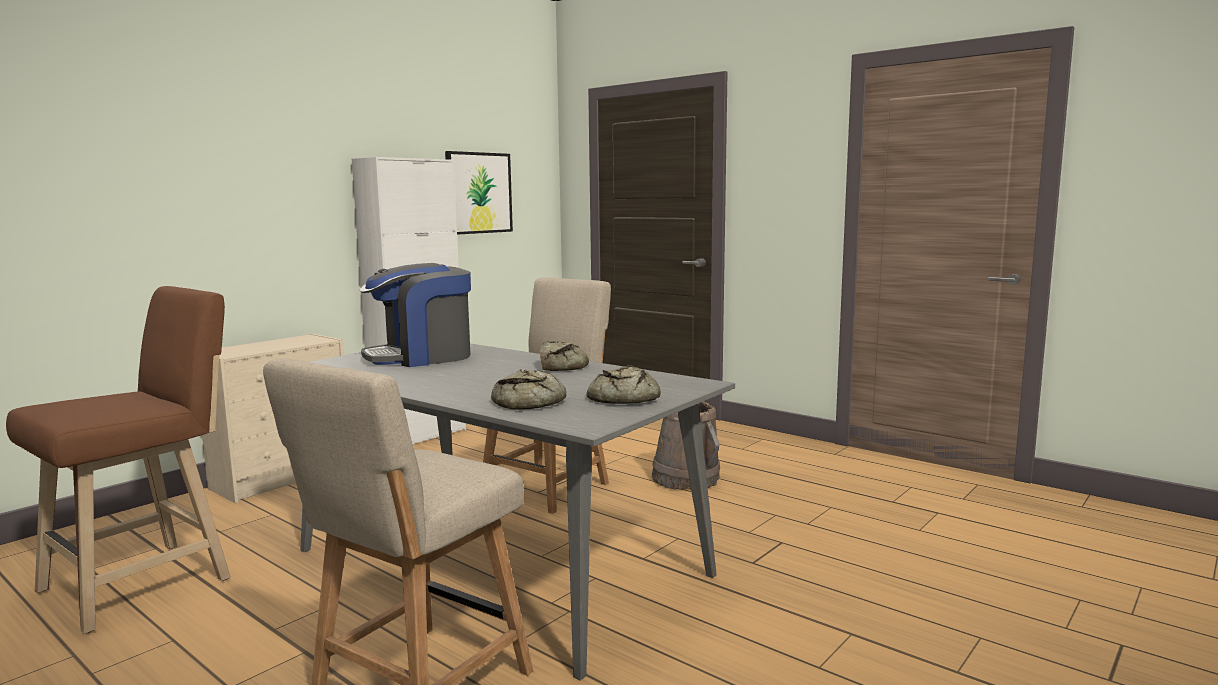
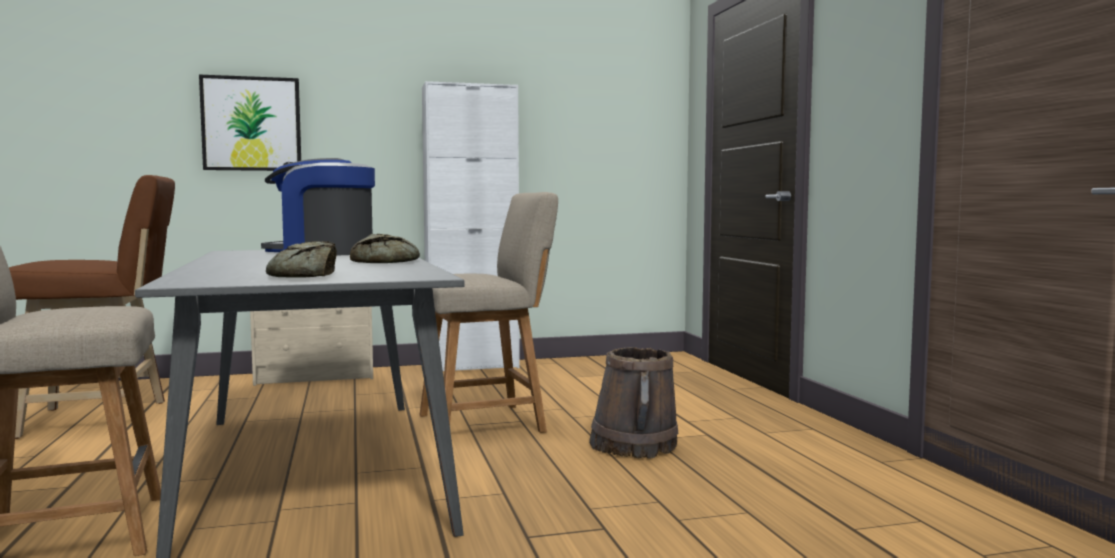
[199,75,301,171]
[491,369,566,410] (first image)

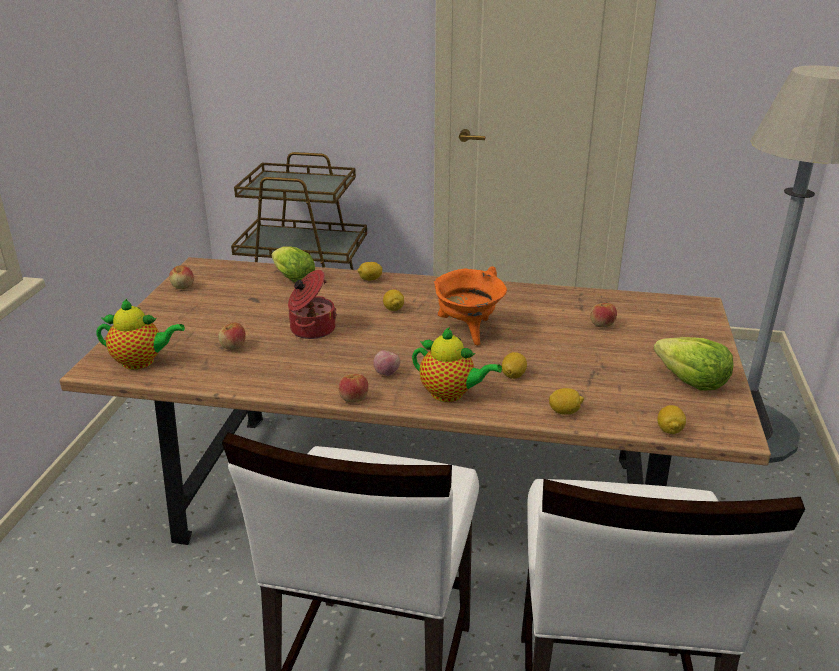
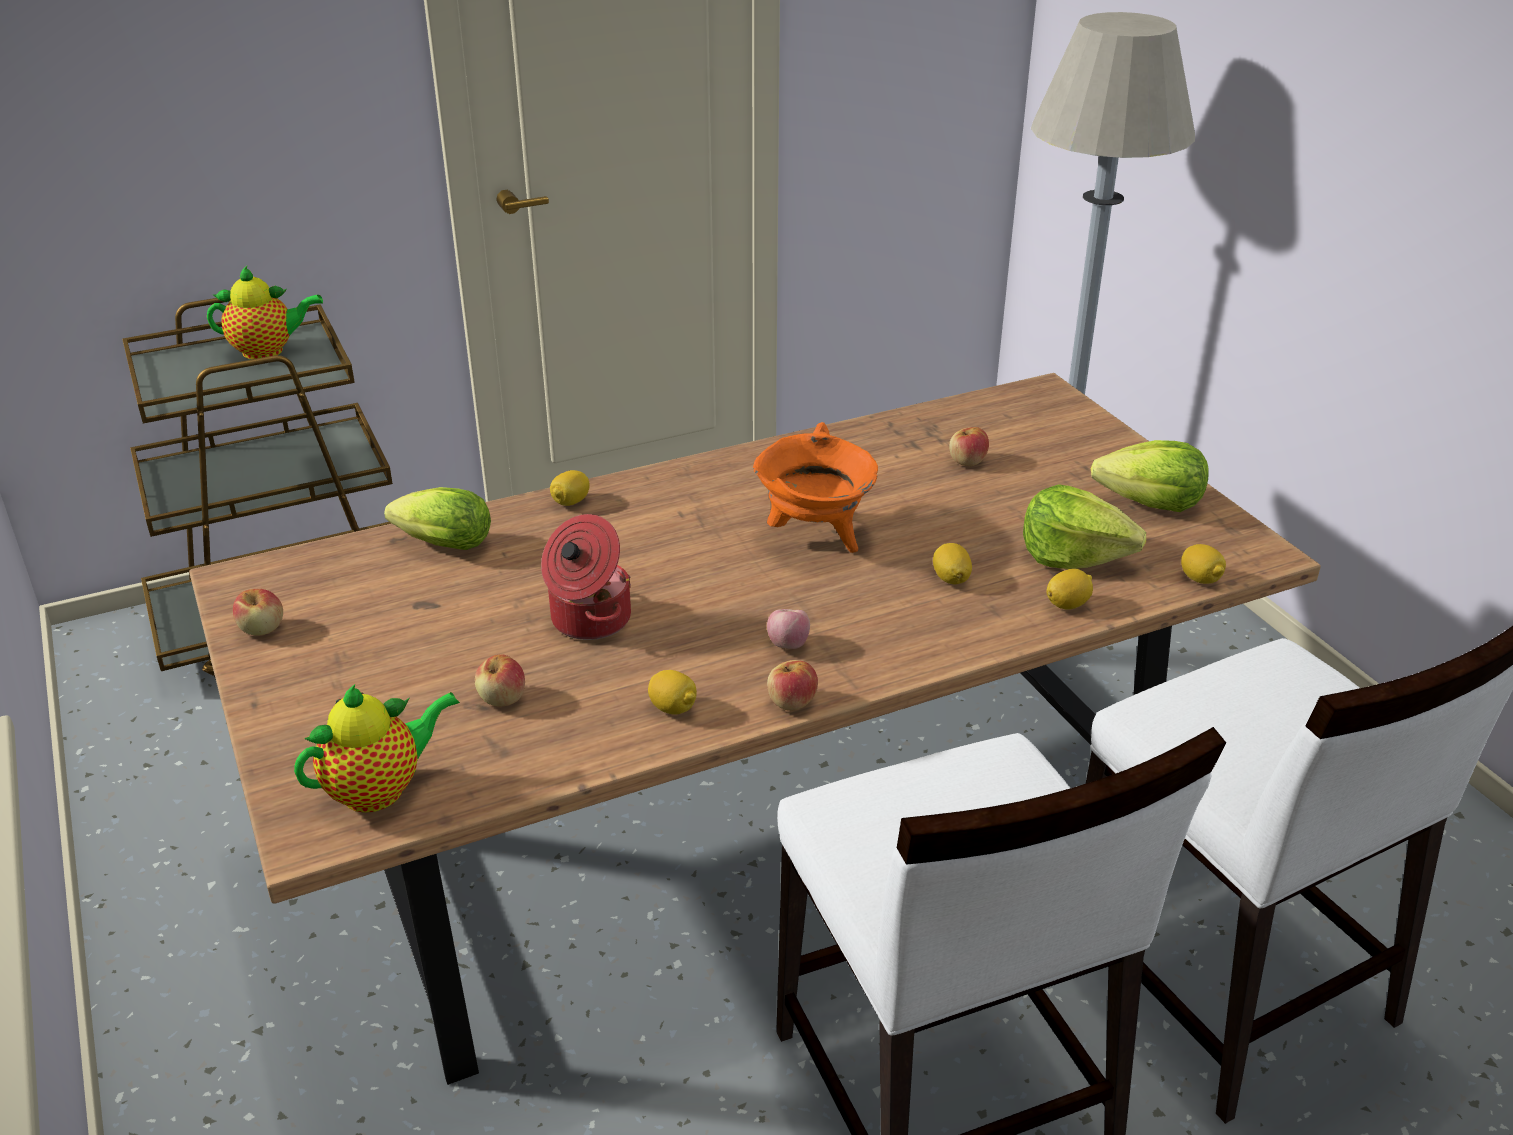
[207,266,323,359]
[648,670,697,714]
[1023,485,1146,569]

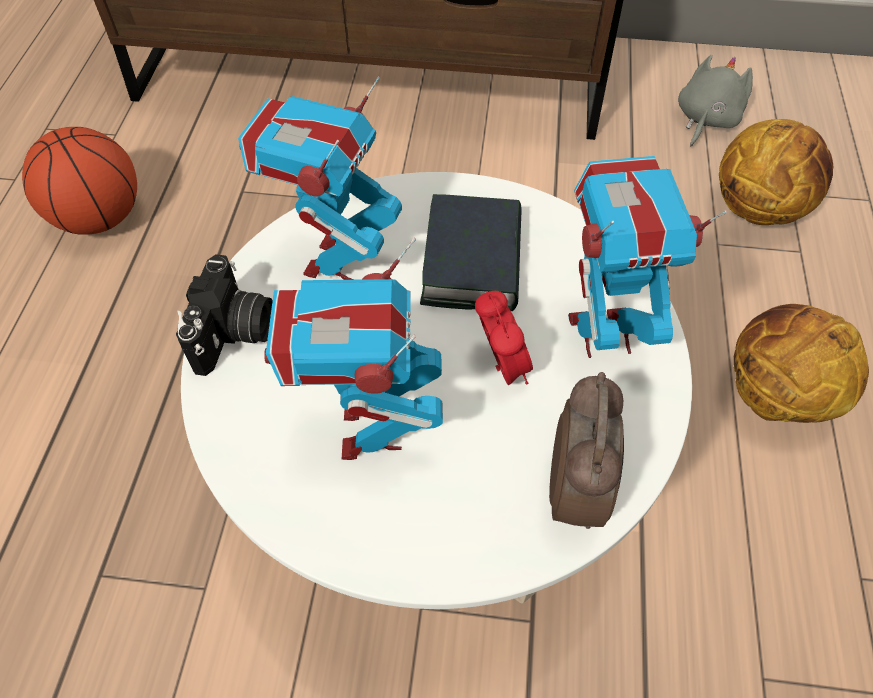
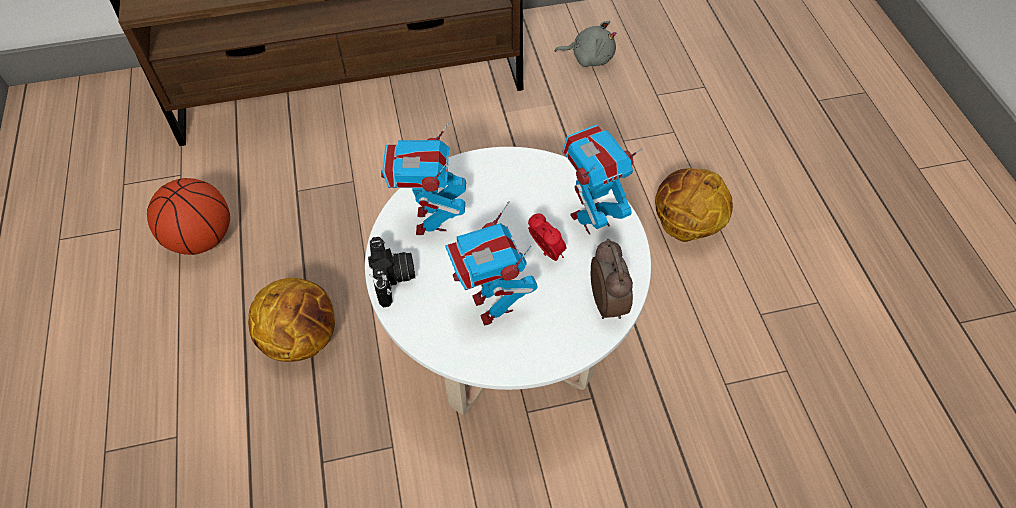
[248,278,335,362]
[555,21,617,67]
[420,194,522,311] (first image)

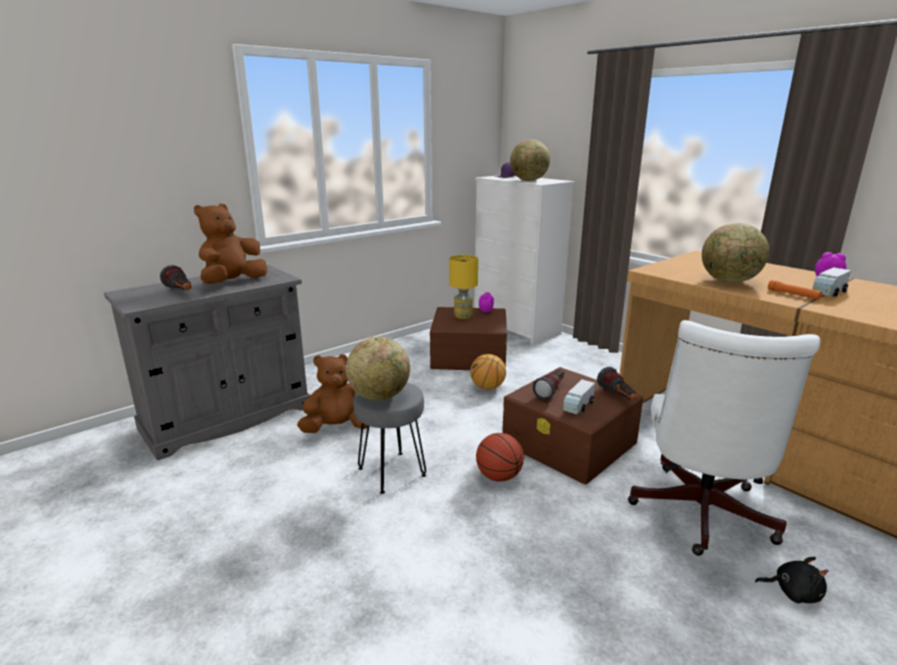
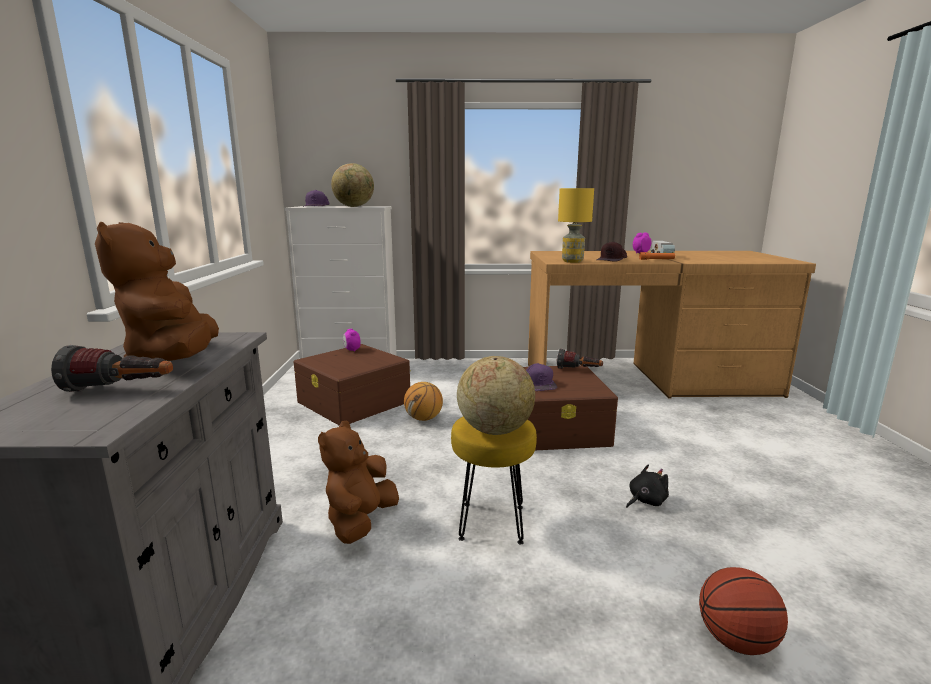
[451,417,537,545]
[526,363,557,391]
[558,188,594,263]
[597,241,627,262]
[626,465,669,508]
[699,567,788,655]
[563,379,595,414] (first image)
[628,320,820,556] (first image)

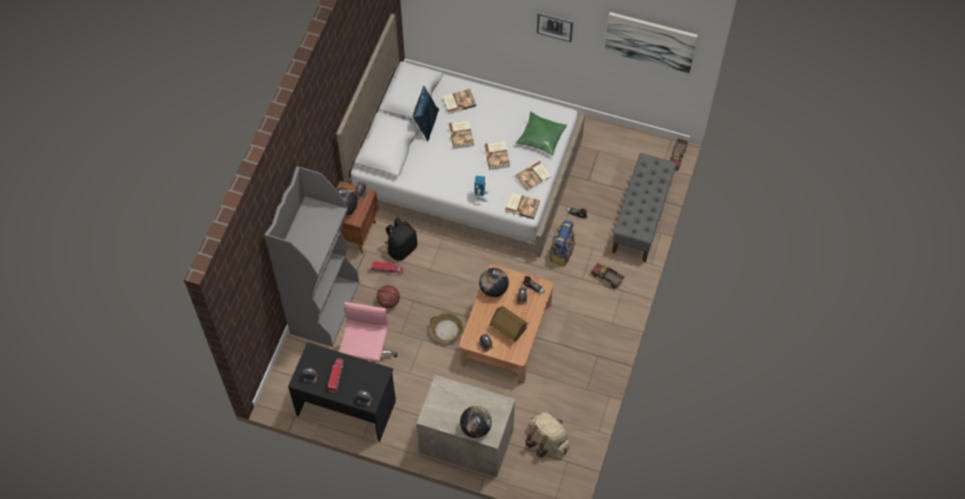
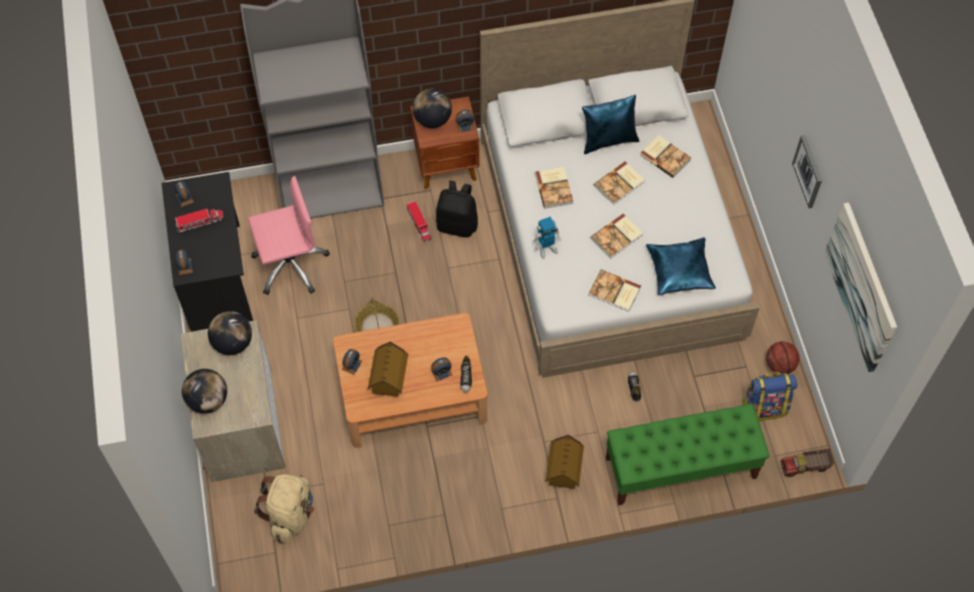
[208,311,252,355]
[535,167,573,209]
[545,435,584,489]
[606,404,770,506]
[646,238,716,295]
[742,372,797,421]
[766,341,800,374]

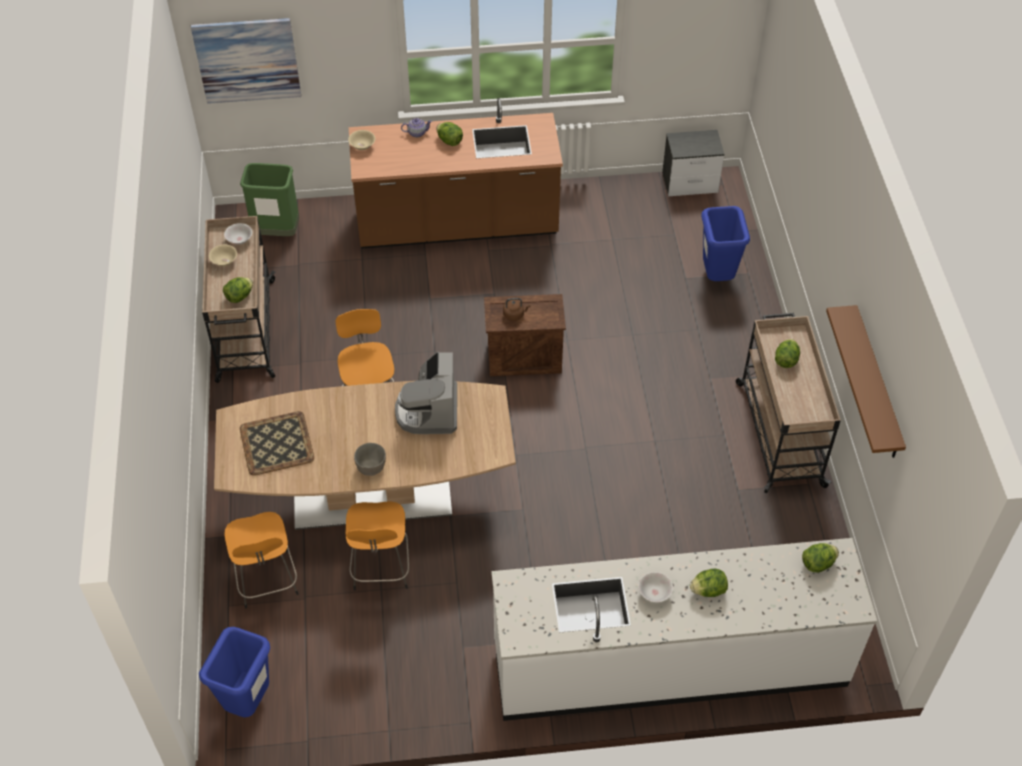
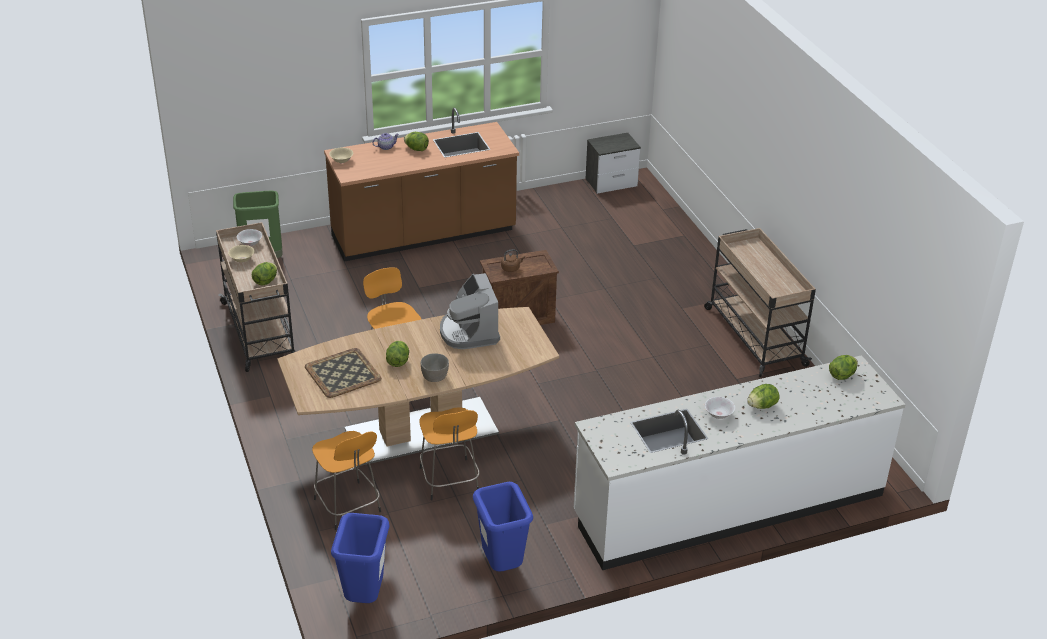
[386,341,409,367]
[473,482,533,572]
[191,18,301,104] (first image)
[826,305,906,458] (first image)

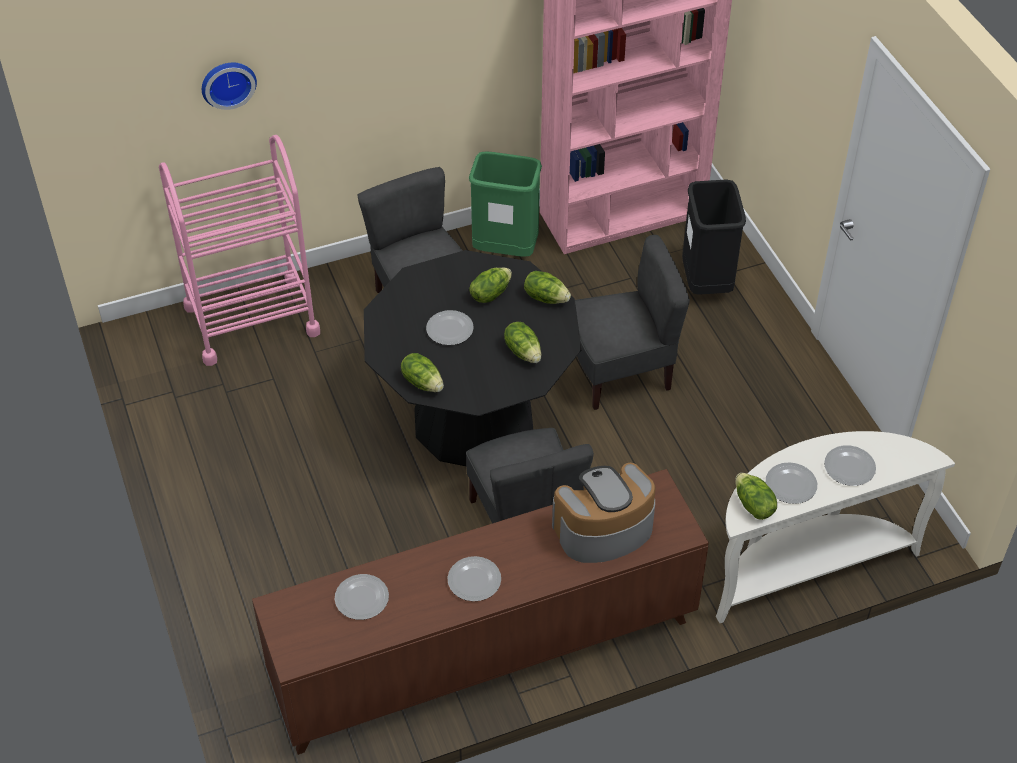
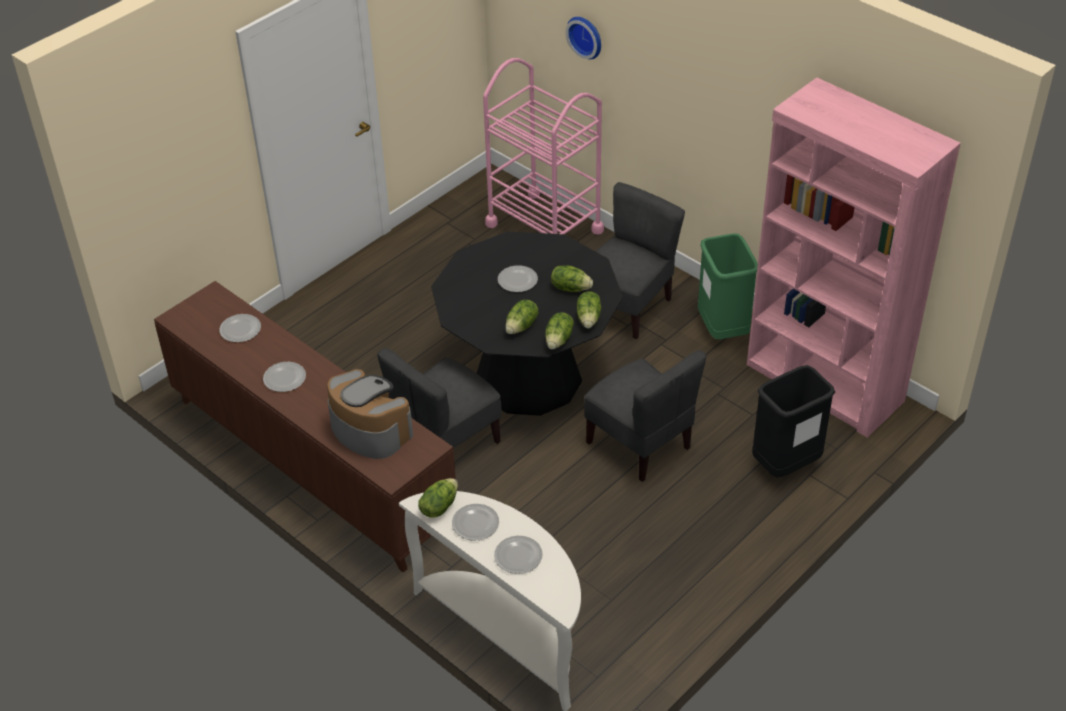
[545,312,574,349]

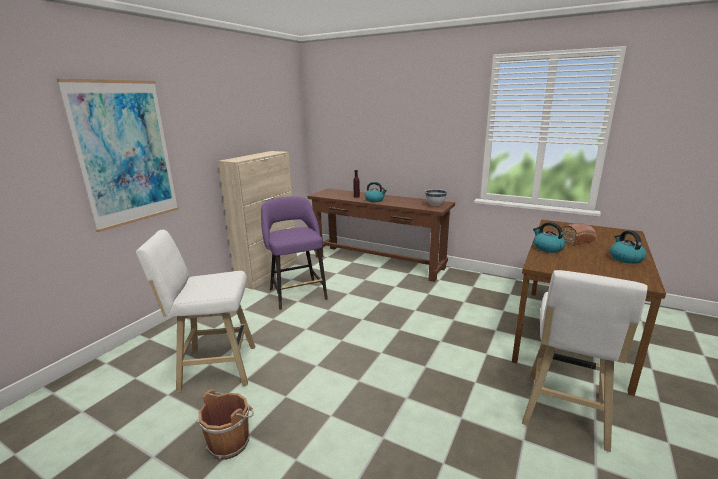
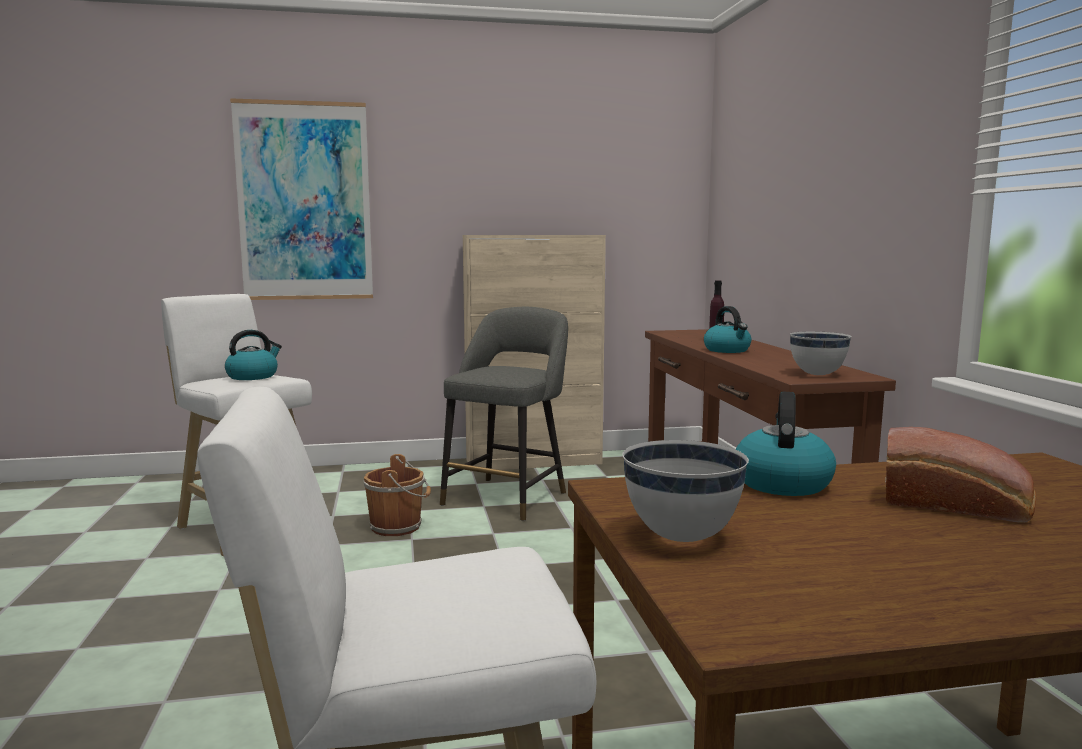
[225,330,282,380]
[364,454,431,536]
[440,307,568,521]
[622,440,749,542]

